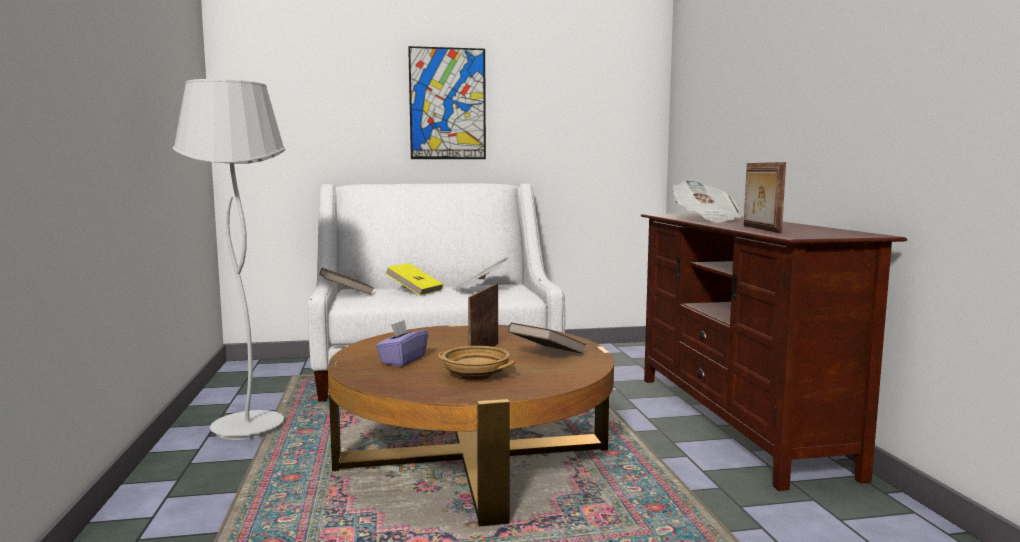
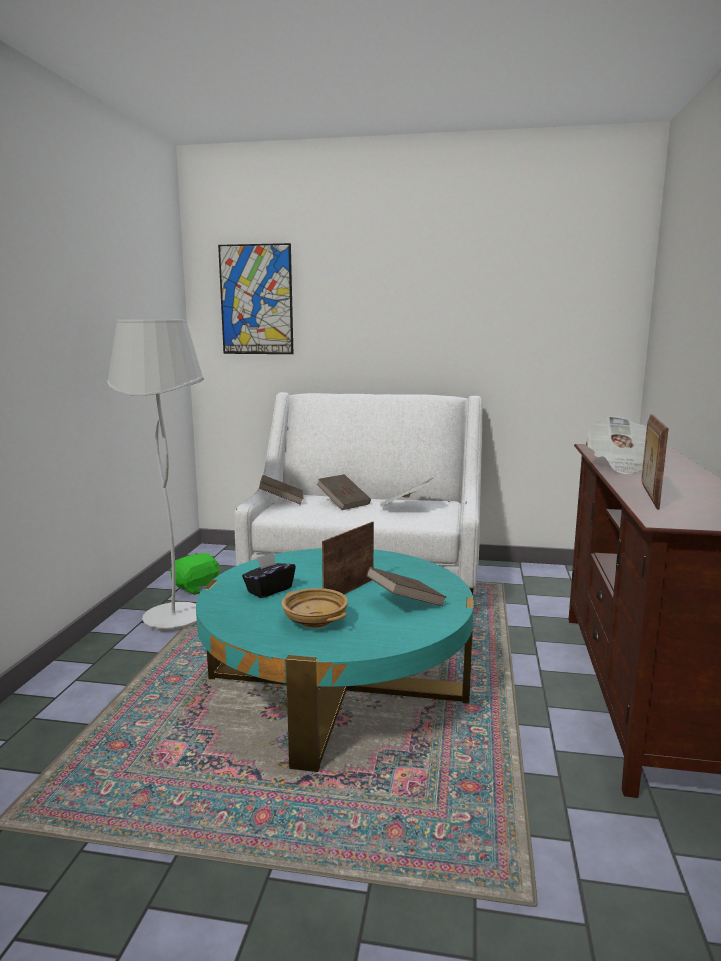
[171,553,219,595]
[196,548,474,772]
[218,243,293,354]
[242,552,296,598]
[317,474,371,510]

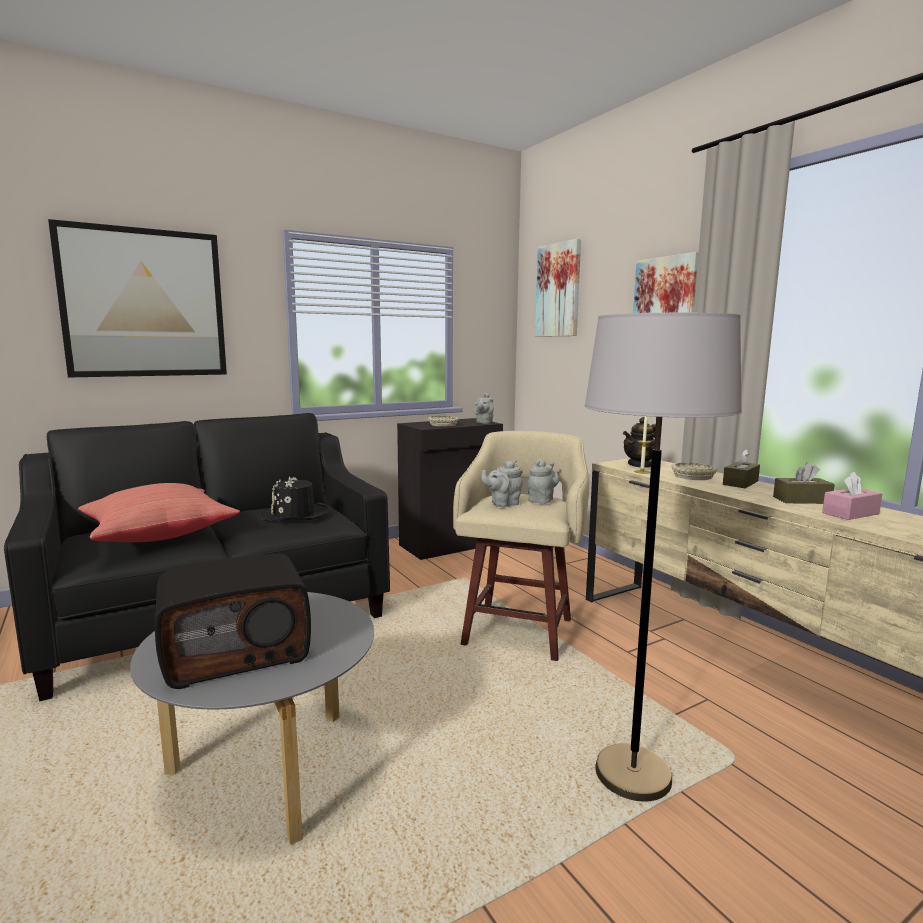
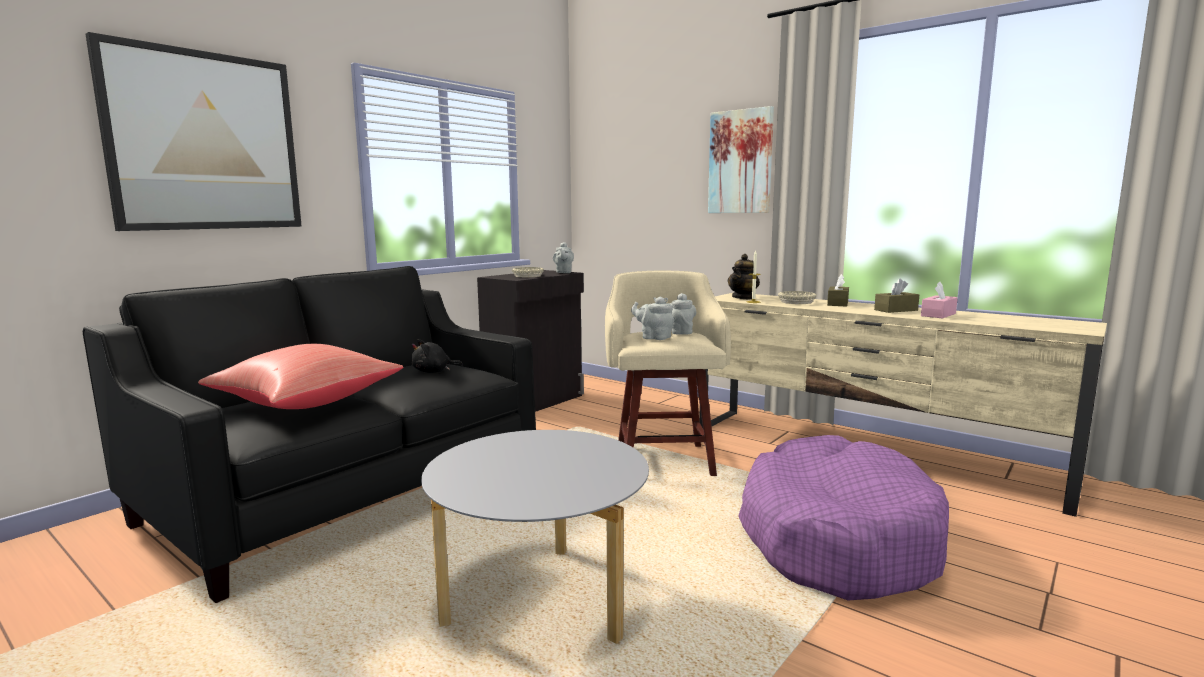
[411,339,463,373]
[631,297,674,340]
[738,435,949,601]
[155,554,311,689] (first image)
[535,239,581,337] (first image)

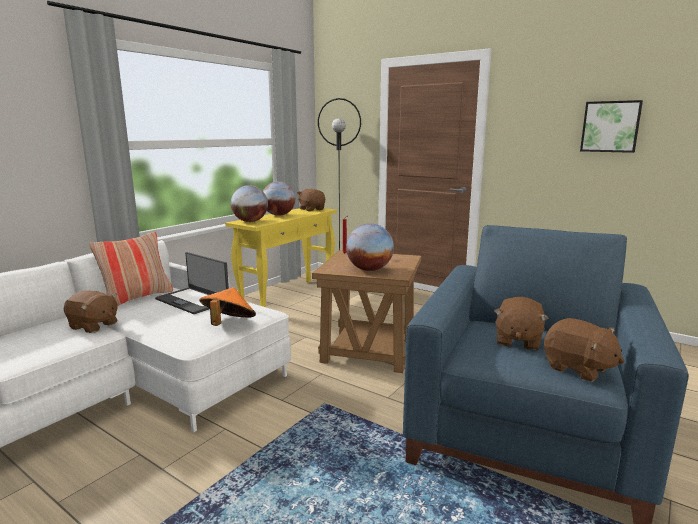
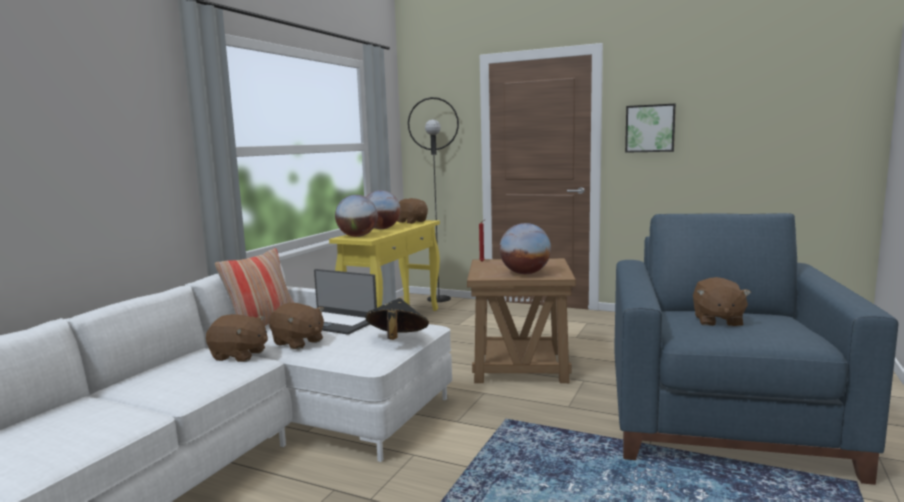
[269,303,324,349]
[365,298,429,340]
[625,104,676,153]

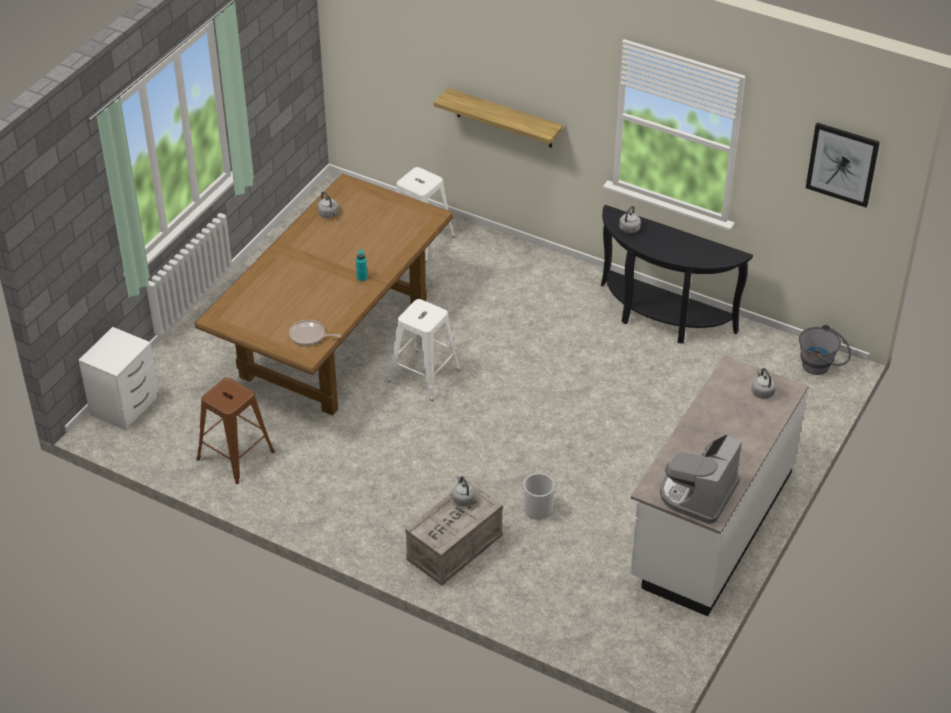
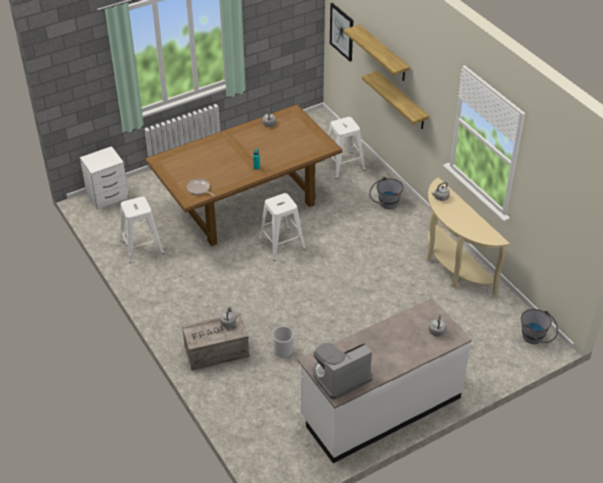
[120,196,164,263]
[330,3,353,61]
[344,24,410,81]
[369,177,404,209]
[426,177,510,296]

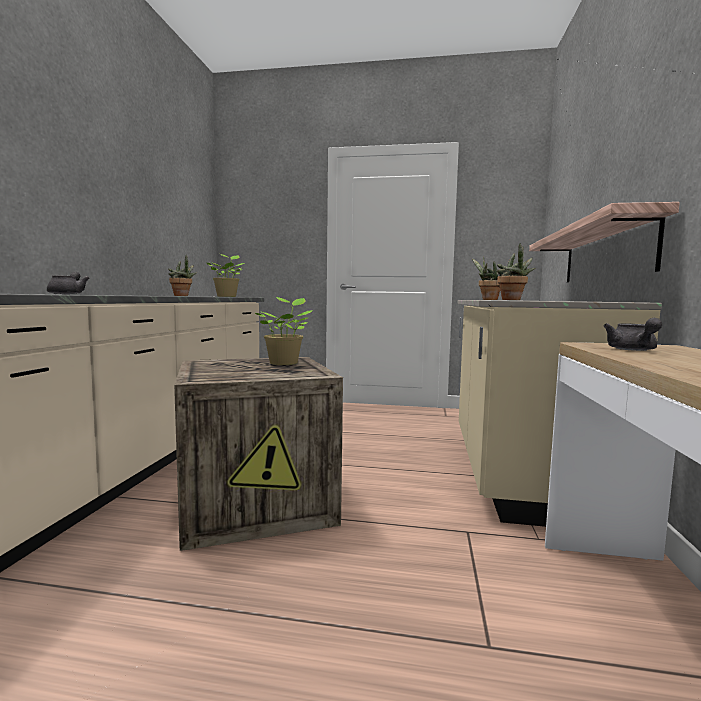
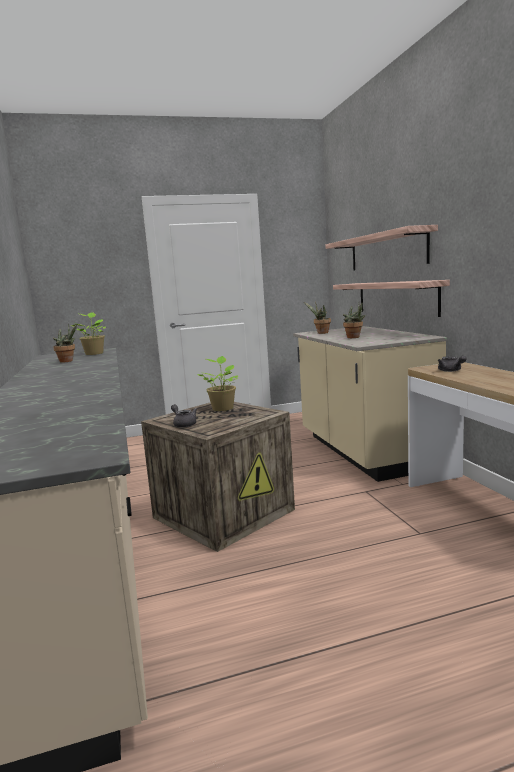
[171,404,197,428]
[325,225,438,271]

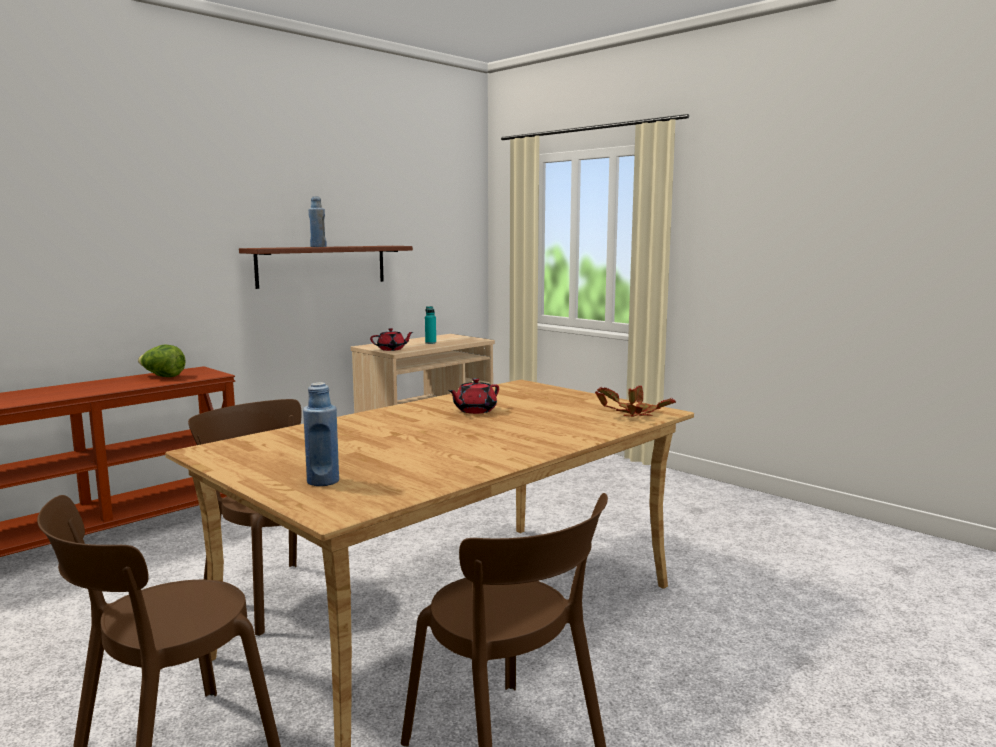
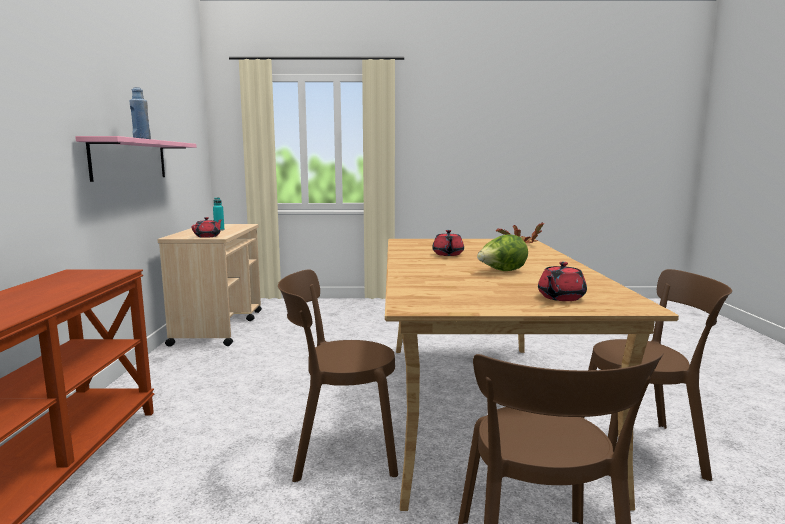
[75,136,197,182]
[477,234,528,271]
[538,262,587,301]

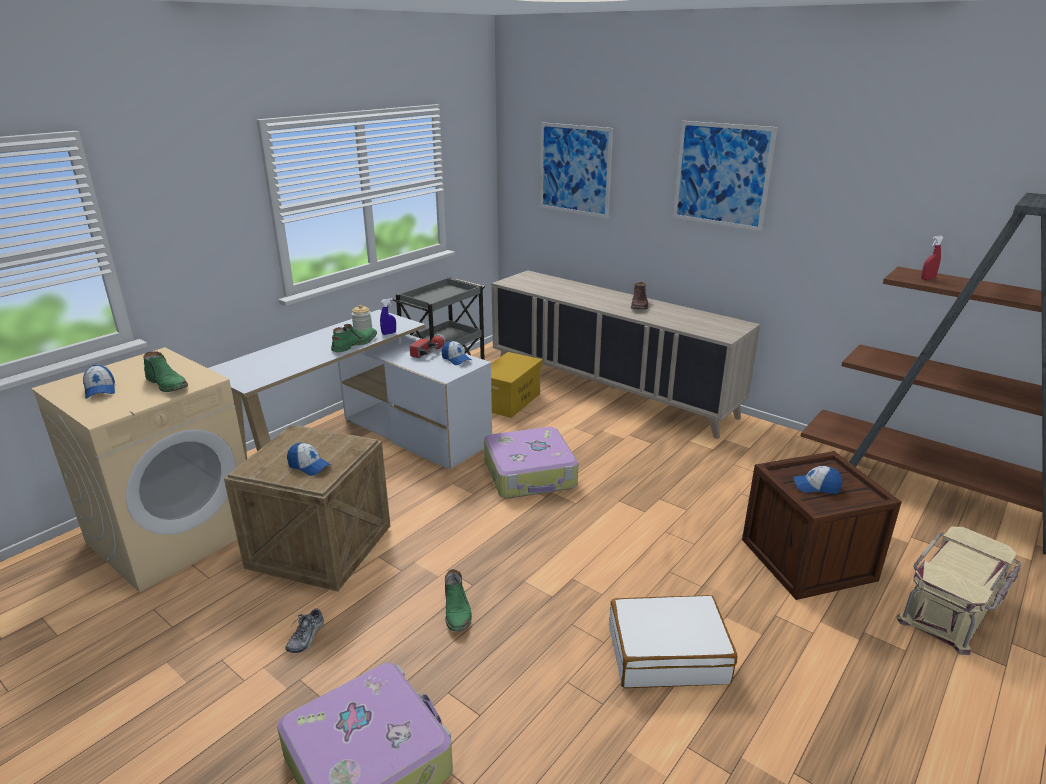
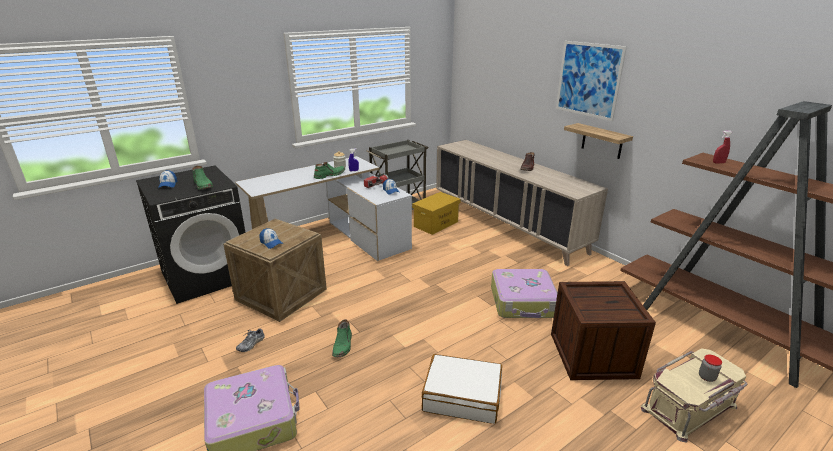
[136,166,246,304]
[491,269,558,318]
[564,123,633,159]
[699,355,722,382]
[540,122,613,218] (first image)
[793,466,842,494] (first image)

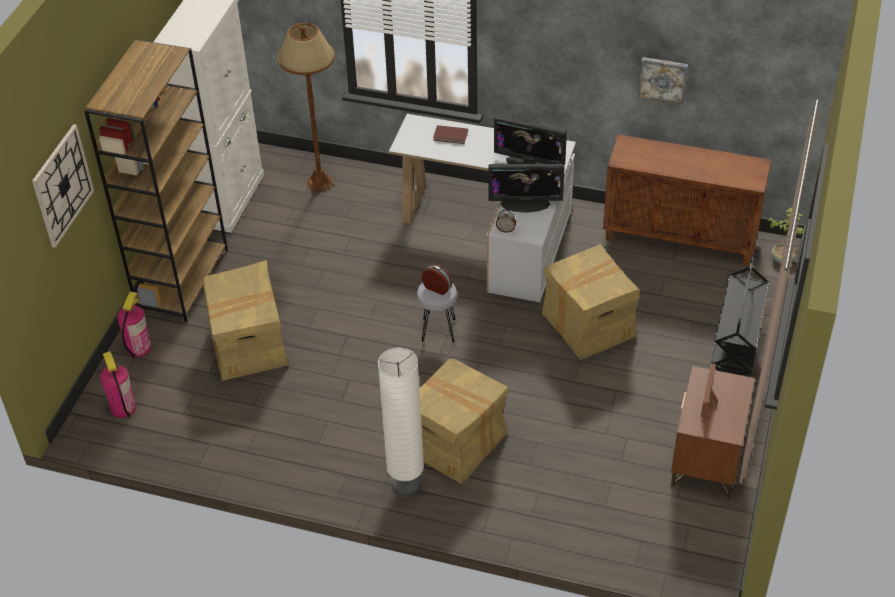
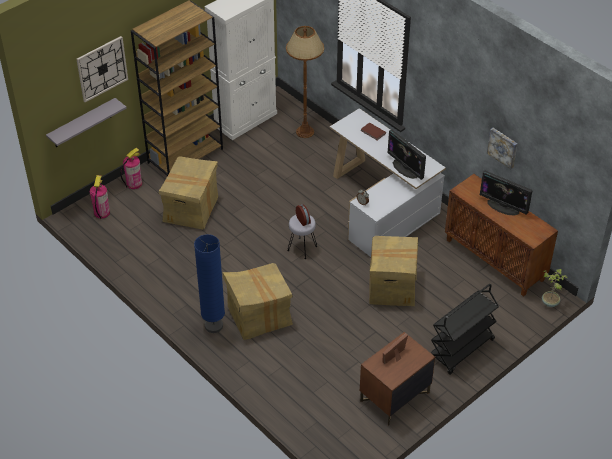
[46,98,127,147]
[194,234,225,333]
[480,171,532,216]

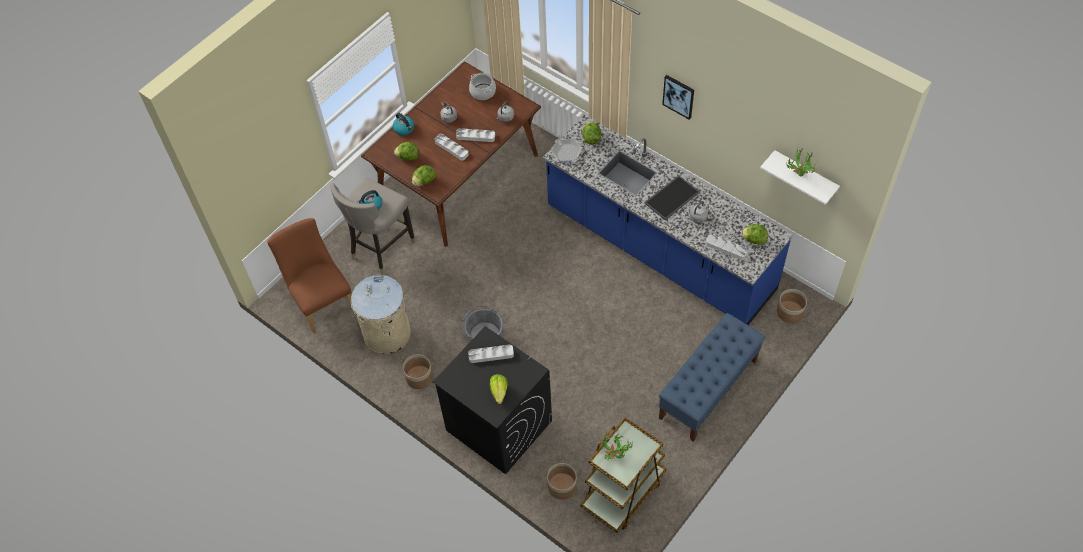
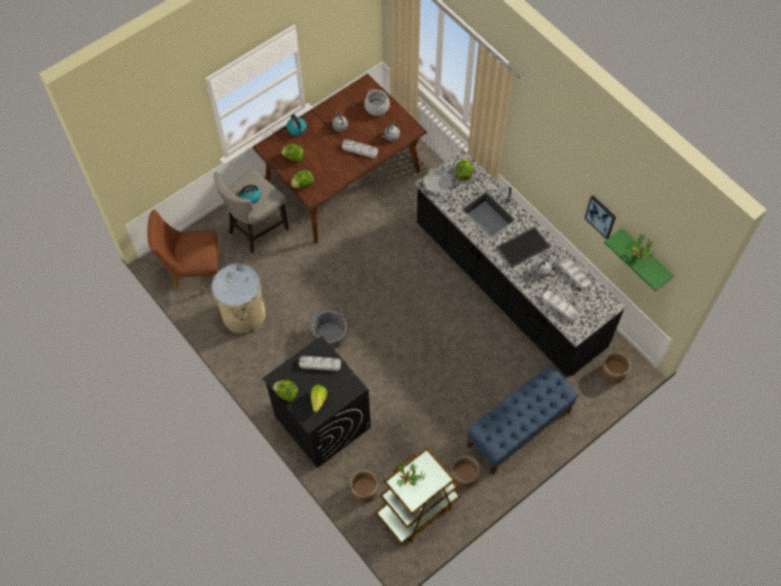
[147,210,221,290]
[273,380,298,402]
[414,149,626,377]
[452,456,479,488]
[558,256,591,289]
[585,196,616,239]
[604,228,674,291]

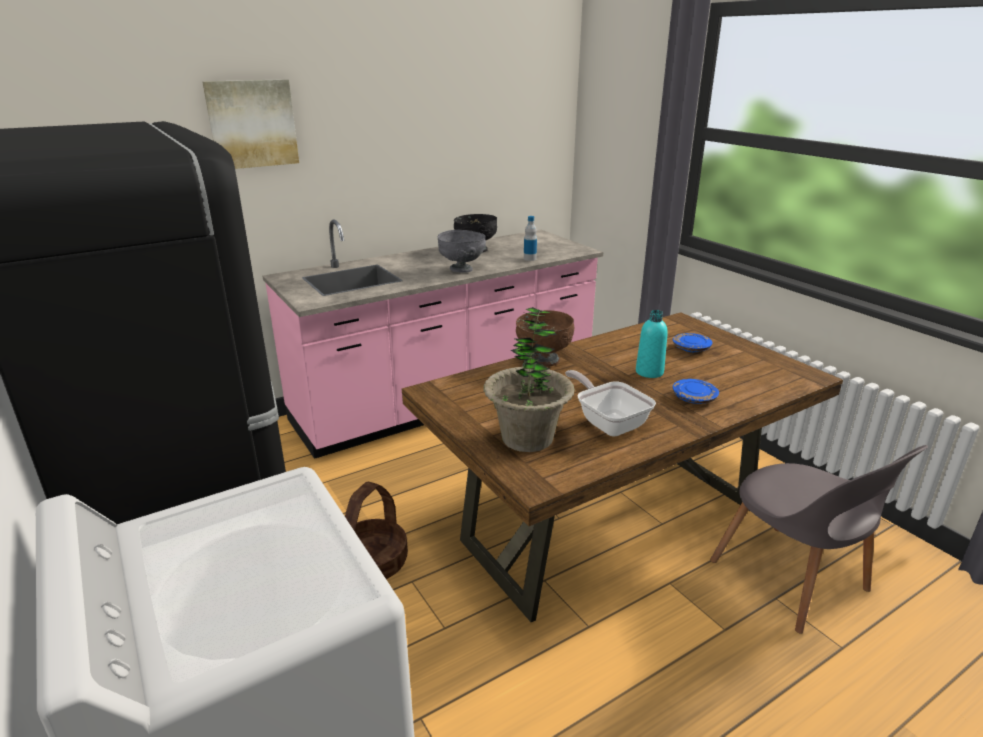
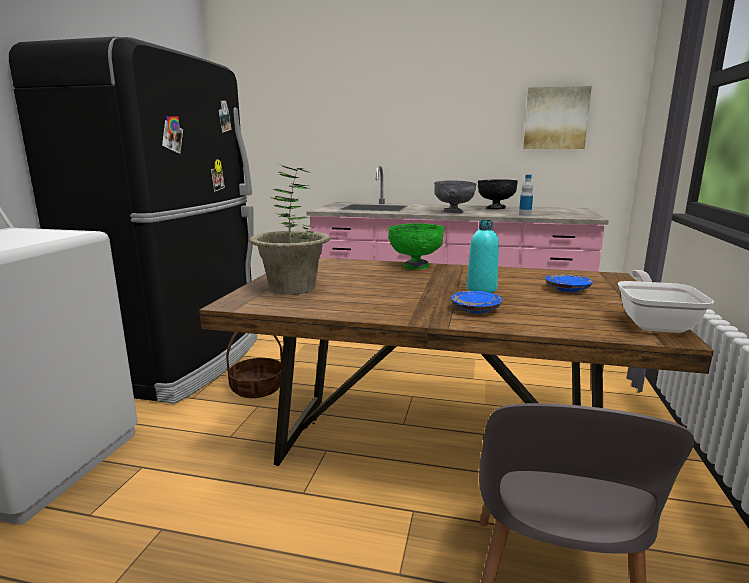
[388,223,444,270]
[523,86,592,149]
[618,270,714,333]

